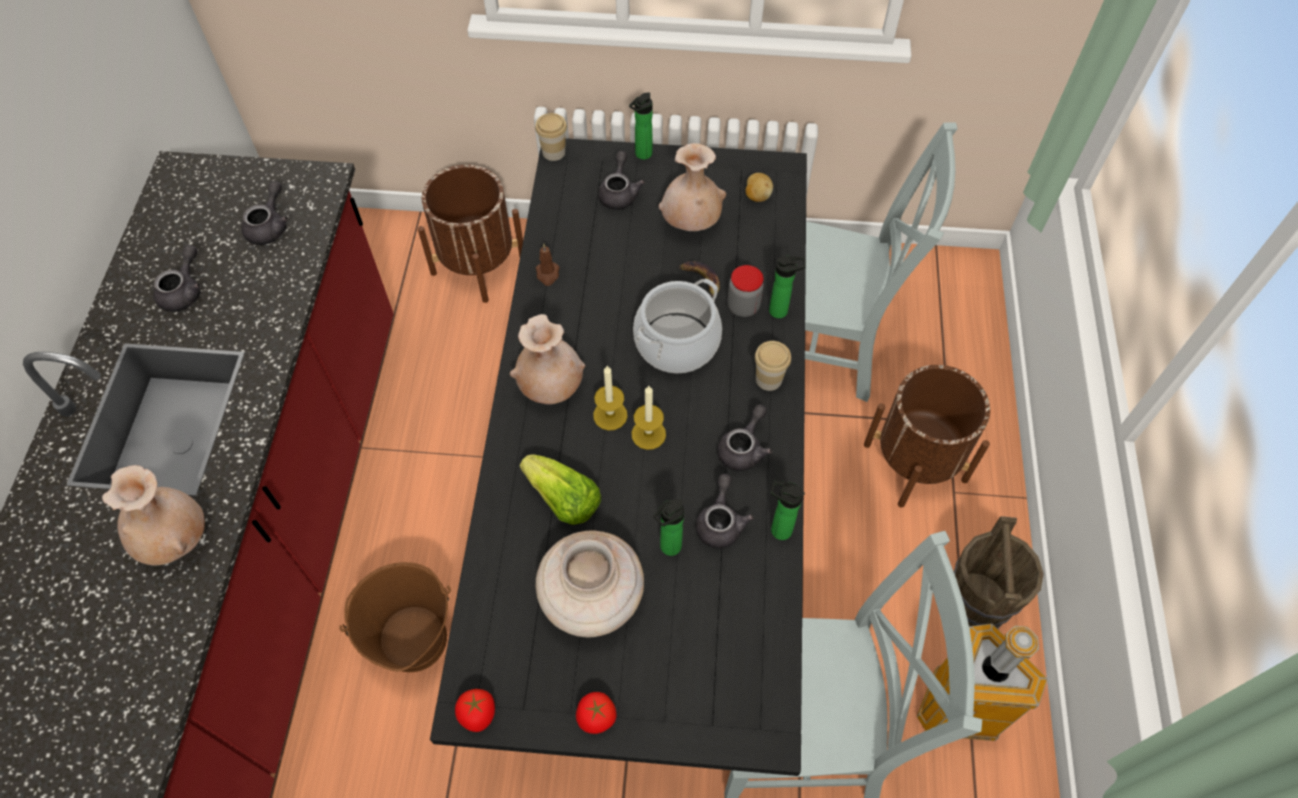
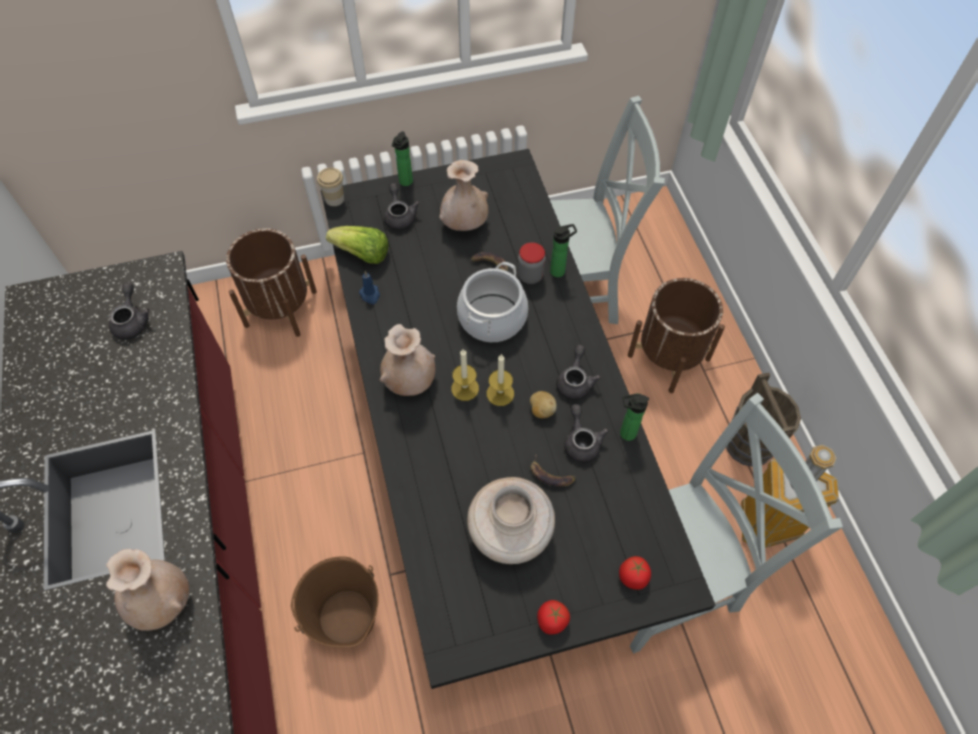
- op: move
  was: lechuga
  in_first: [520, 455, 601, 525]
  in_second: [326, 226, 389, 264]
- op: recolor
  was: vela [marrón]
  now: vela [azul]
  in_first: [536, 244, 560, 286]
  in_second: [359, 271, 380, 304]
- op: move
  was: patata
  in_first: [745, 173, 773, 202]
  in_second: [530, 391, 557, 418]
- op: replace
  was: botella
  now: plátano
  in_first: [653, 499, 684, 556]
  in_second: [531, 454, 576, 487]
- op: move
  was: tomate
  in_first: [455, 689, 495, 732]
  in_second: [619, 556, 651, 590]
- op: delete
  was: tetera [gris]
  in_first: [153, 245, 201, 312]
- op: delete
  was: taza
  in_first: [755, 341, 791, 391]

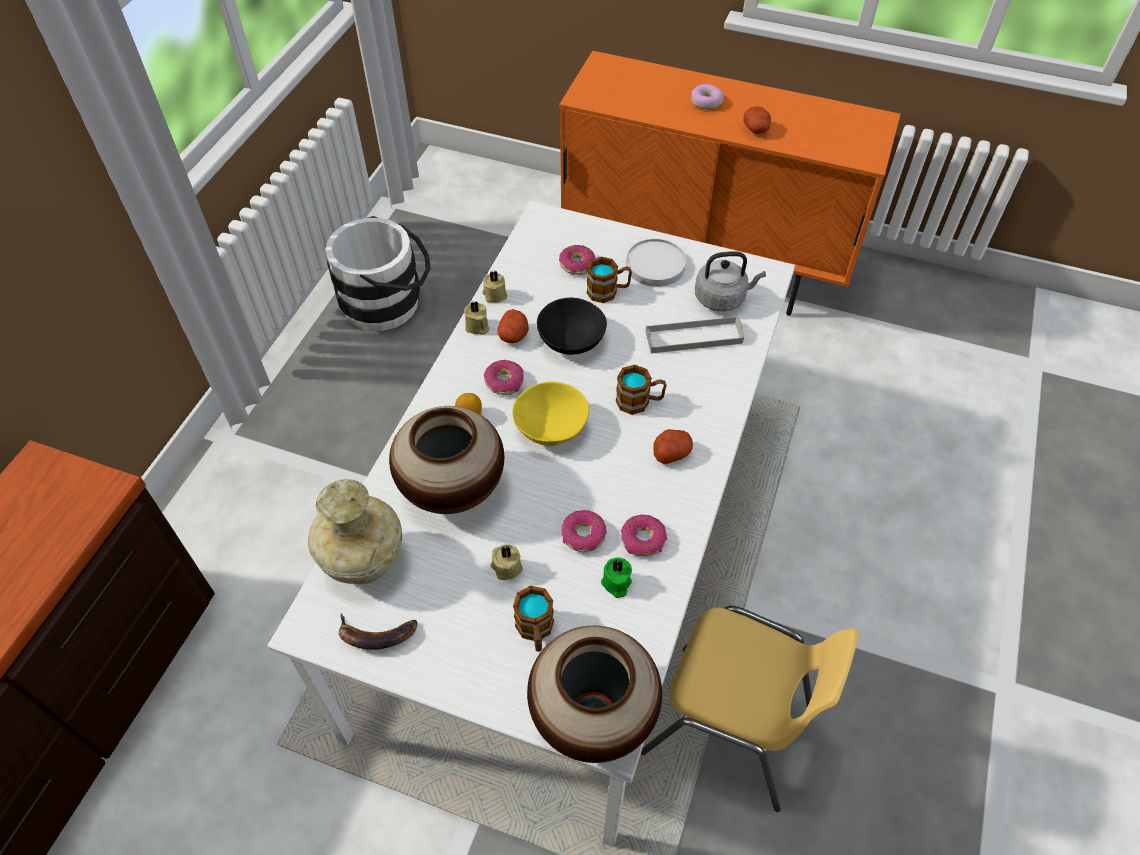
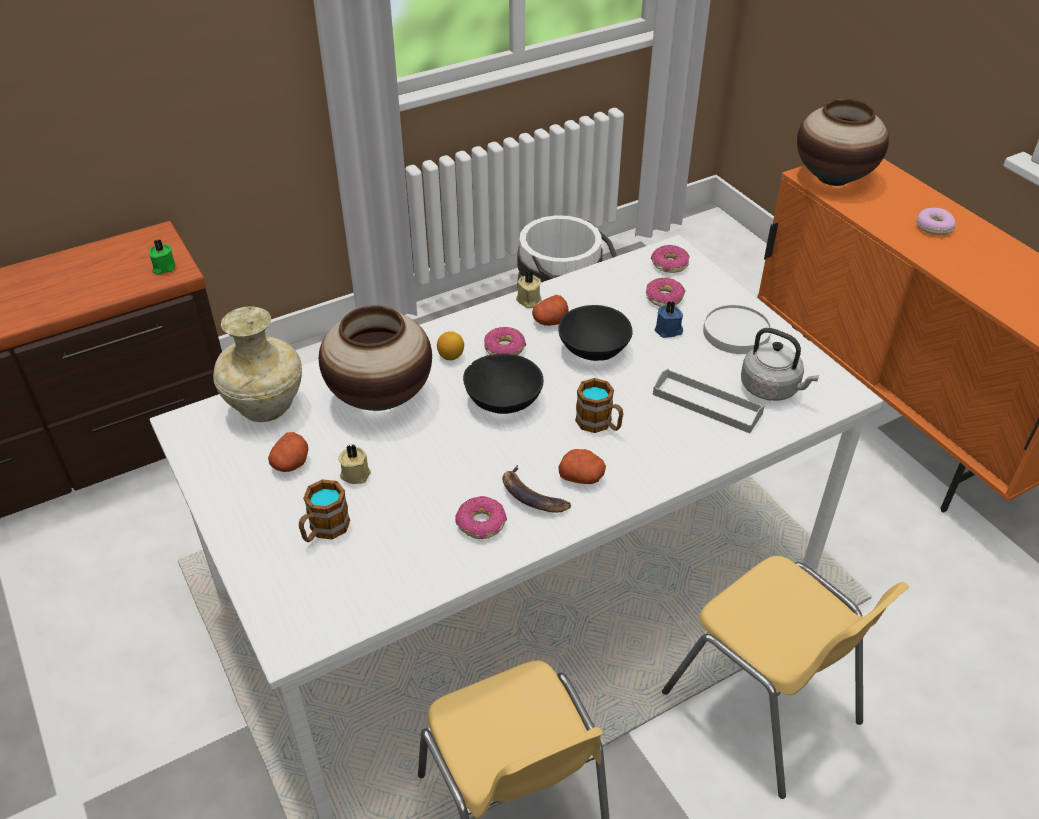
- op: move
  was: vela [verde]
  in_first: [601, 558, 632, 598]
  in_second: [149, 239, 175, 275]
- op: move
  was: patata
  in_first: [743, 106, 771, 134]
  in_second: [268, 432, 308, 472]
- op: recolor
  was: cuenco [amarillo]
  now: cuenco [negro]
  in_first: [512, 382, 589, 446]
  in_second: [463, 354, 543, 414]
- op: move
  was: plátano
  in_first: [339, 613, 418, 650]
  in_second: [502, 465, 571, 513]
- op: move
  was: rosquilla
  in_first: [562, 510, 607, 552]
  in_second: [651, 245, 690, 273]
- op: replace
  was: taza grande
  now: vela [azul]
  in_first: [587, 257, 632, 303]
  in_second: [654, 301, 683, 338]
- op: insert
  now: silla [amarillo]
  in_second: [662, 556, 909, 799]
- op: move
  was: florero
  in_first: [527, 626, 662, 763]
  in_second: [797, 99, 889, 186]
- op: delete
  was: vela [beis]
  in_first: [482, 271, 507, 303]

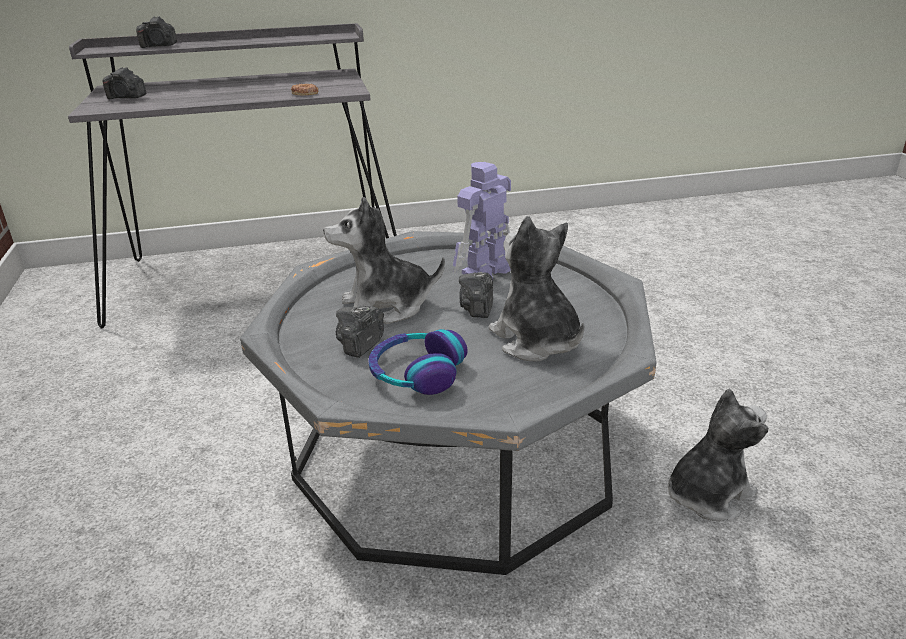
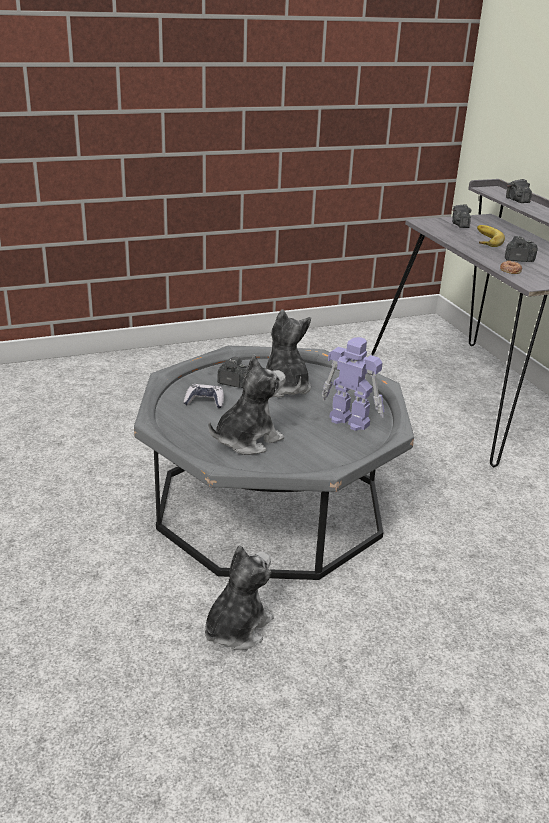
- op: replace
  was: auriculares
  now: mando de consola
  in_first: [368, 329, 468, 395]
  in_second: [183, 384, 224, 409]
- op: rotate
  was: peluche
  in_first: [668, 388, 768, 521]
  in_second: [205, 545, 274, 650]
  clockwise: -105
- op: insert
  now: plátano
  in_second: [477, 225, 505, 247]
- op: move
  was: cámara
  in_first: [459, 272, 493, 318]
  in_second: [505, 236, 538, 262]

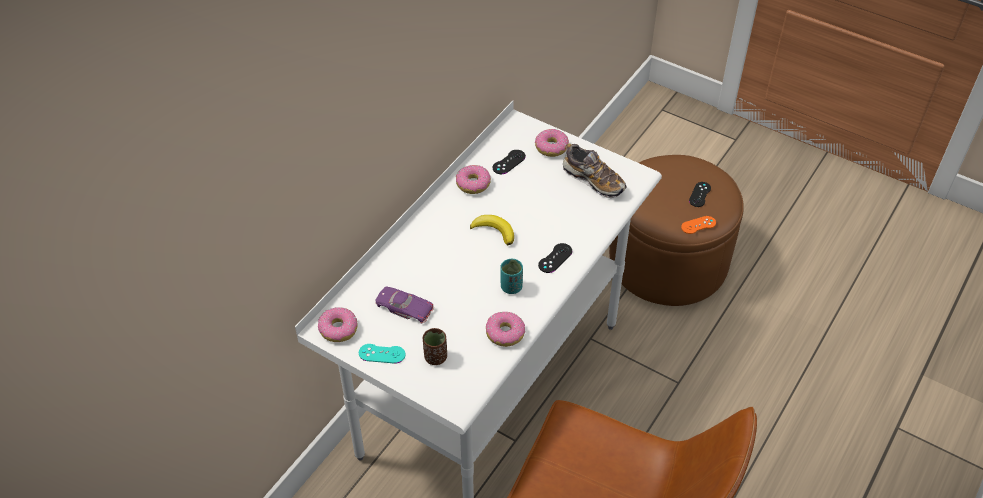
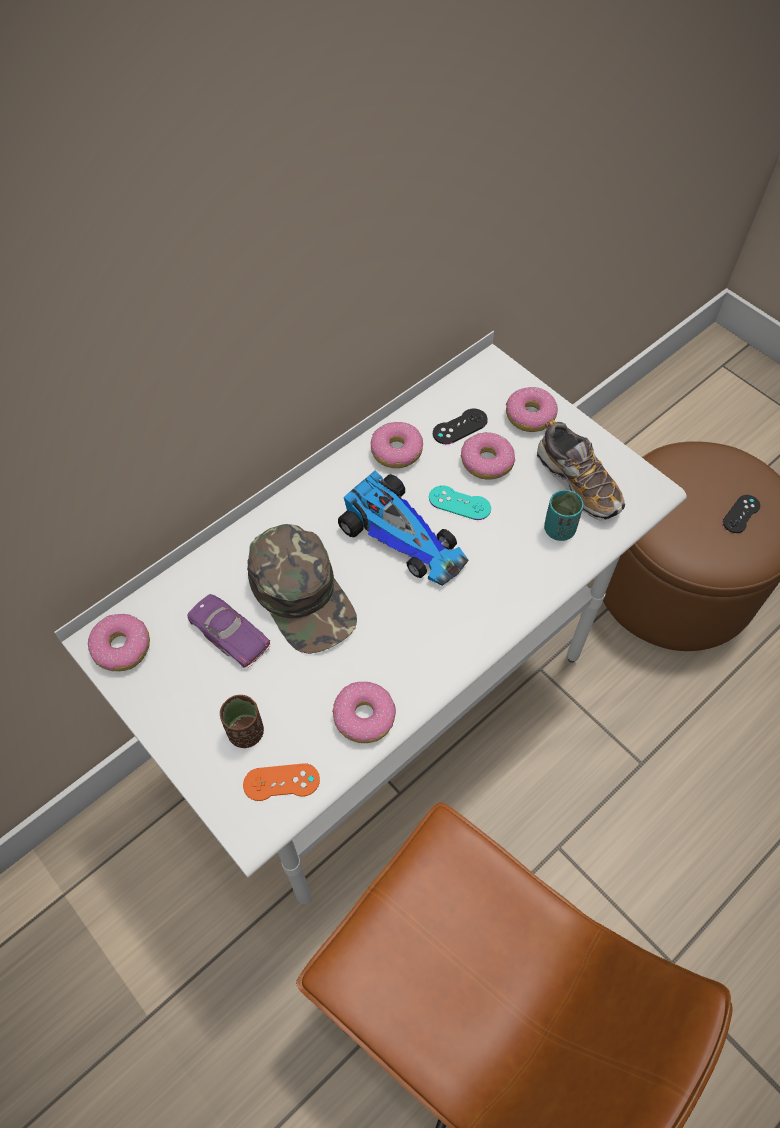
- op: move
  was: mando de consola [naranja]
  in_first: [681, 216, 716, 234]
  in_second: [243, 763, 320, 801]
- op: insert
  now: gorra [verde]
  in_second: [247, 524, 357, 654]
- op: replace
  was: plátano
  now: coche de juguete
  in_first: [470, 215, 514, 246]
  in_second: [338, 471, 468, 586]
- op: move
  was: mando de consola [turquesa]
  in_first: [359, 344, 405, 364]
  in_second: [429, 485, 491, 520]
- op: insert
  now: rosquilla
  in_second: [461, 432, 515, 479]
- op: move
  was: taza [turquesa]
  in_first: [500, 259, 523, 294]
  in_second: [544, 490, 583, 541]
- op: delete
  was: mando de consola [negro]
  in_first: [538, 243, 572, 273]

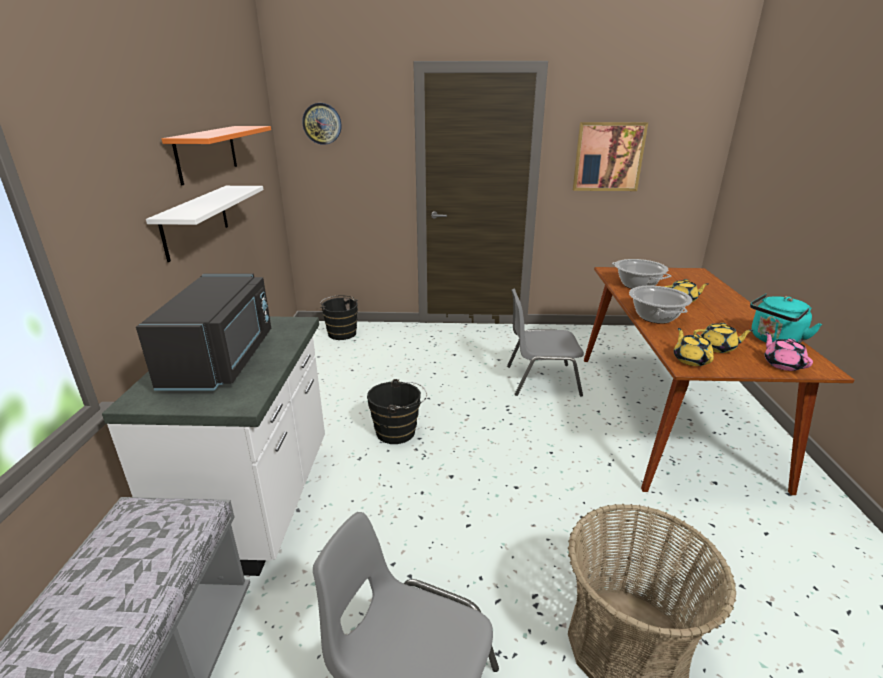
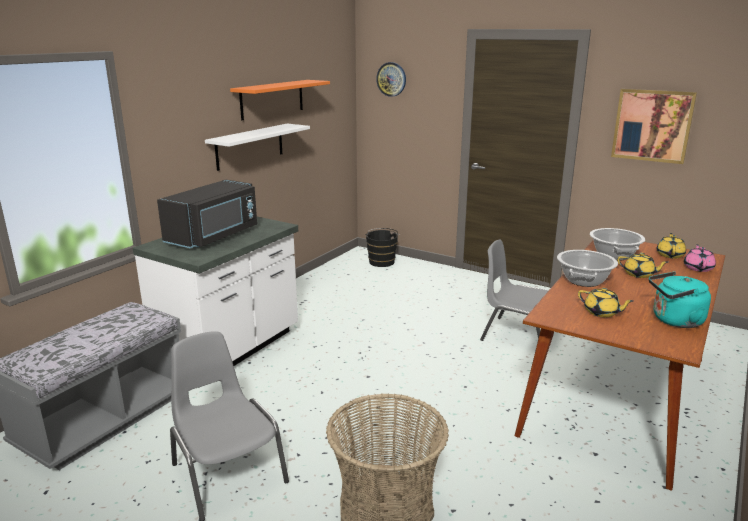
- op: move
  was: tetera [amarillo]
  in_first: [674, 328, 714, 366]
  in_second: [656, 233, 686, 258]
- op: move
  was: tetera [rosa]
  in_first: [764, 332, 813, 371]
  in_second: [684, 244, 716, 272]
- op: delete
  was: cubo [negro]
  in_first: [367, 379, 427, 444]

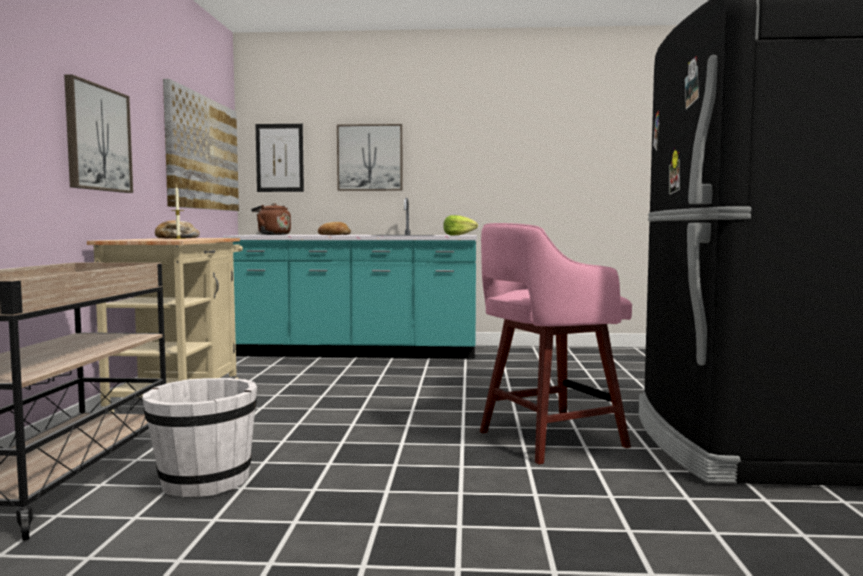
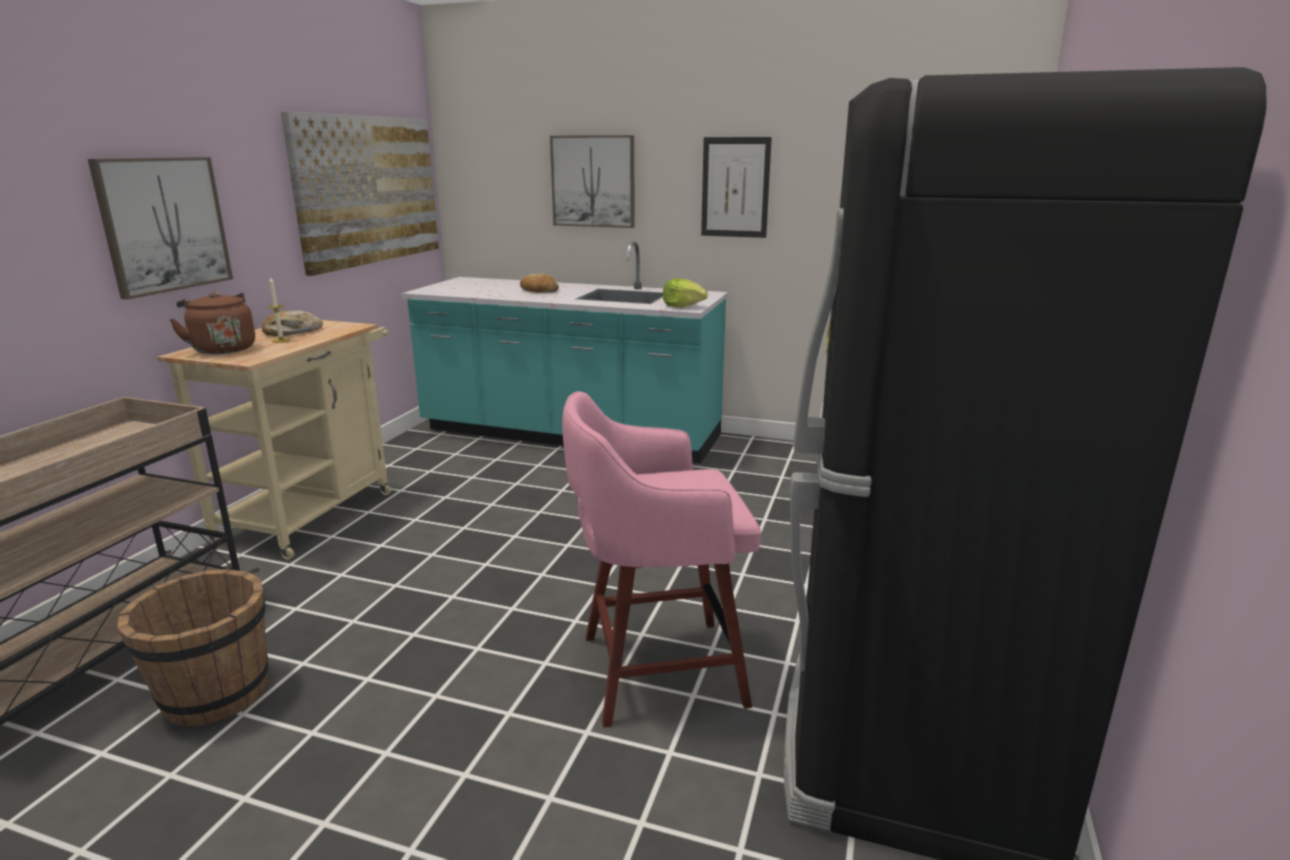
- op: recolor
  was: cubo [blanco]
  now: cubo [marrón]
  in_first: [142, 378, 257, 497]
  in_second: [117, 569, 268, 726]
- op: move
  was: hervidor [marrón]
  in_first: [251, 203, 291, 235]
  in_second: [169, 292, 255, 354]
- op: move
  was: cuadro
  in_first: [255, 124, 304, 192]
  in_second: [701, 137, 772, 238]

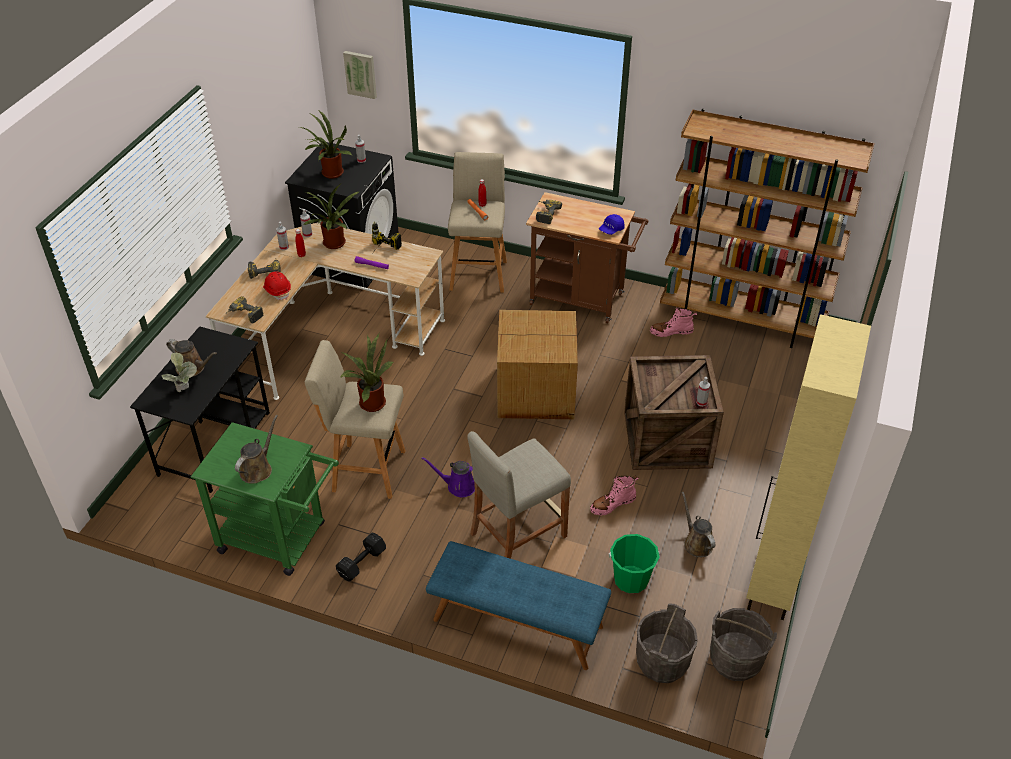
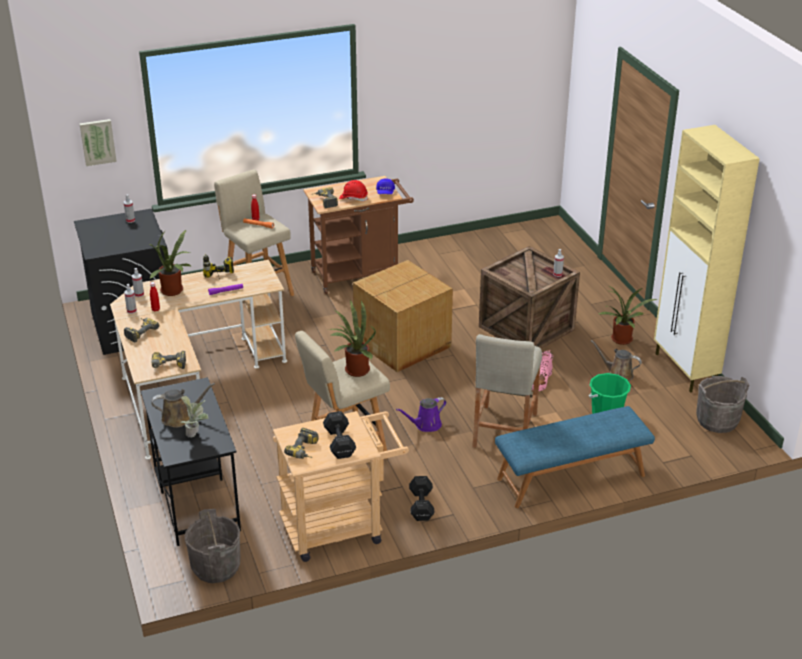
- op: move
  was: cubo [gris]
  in_first: [636, 603, 698, 683]
  in_second: [185, 509, 240, 583]
- op: recolor
  was: carrito [verde]
  now: carrito [beis]
  in_first: [191, 422, 339, 576]
  in_second: [273, 411, 409, 562]
- op: insert
  now: taladro
  in_second: [284, 428, 318, 459]
- op: replace
  was: regadera [marrón]
  now: mancuerna [negro]
  in_first: [235, 415, 278, 484]
  in_second: [323, 411, 356, 459]
- op: move
  was: casco [rojo]
  in_first: [263, 271, 291, 300]
  in_second: [339, 180, 368, 201]
- op: move
  was: planta en maceta
  in_first: [299, 111, 352, 179]
  in_second: [598, 286, 657, 345]
- op: delete
  was: bota [rosa]
  in_first: [650, 307, 697, 337]
- op: delete
  was: estantería [marrón]
  in_first: [660, 109, 875, 348]

